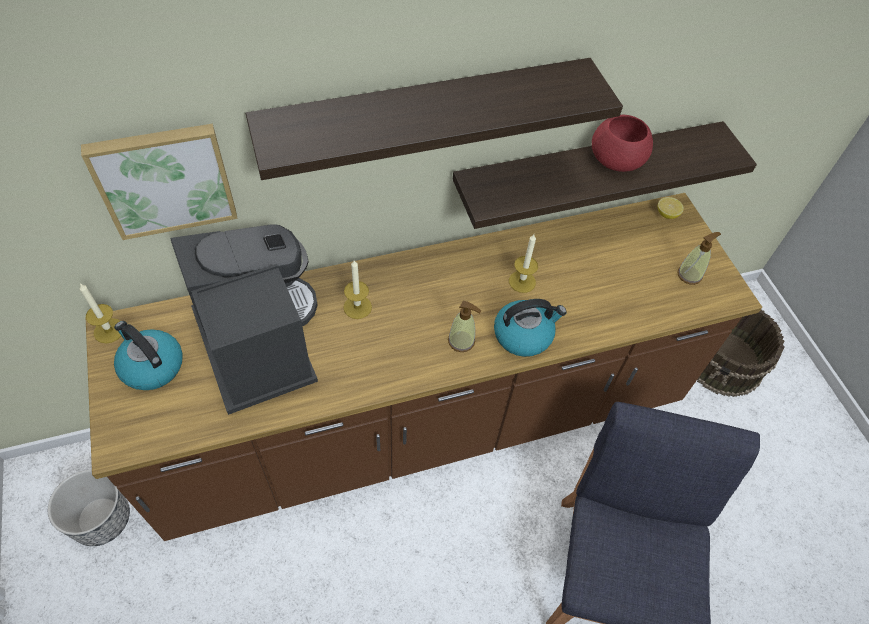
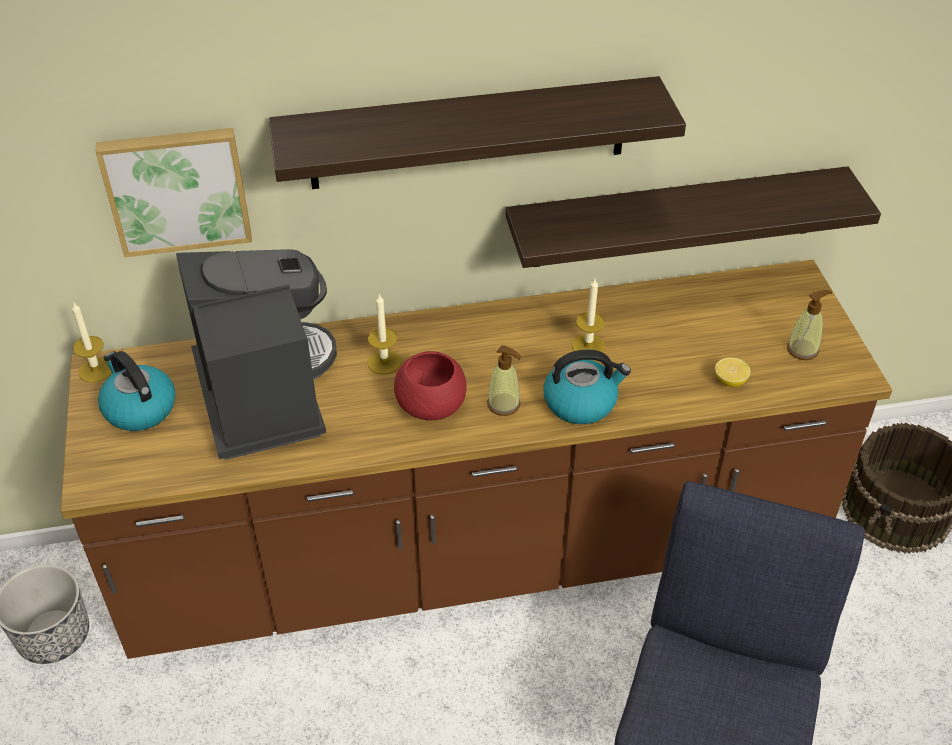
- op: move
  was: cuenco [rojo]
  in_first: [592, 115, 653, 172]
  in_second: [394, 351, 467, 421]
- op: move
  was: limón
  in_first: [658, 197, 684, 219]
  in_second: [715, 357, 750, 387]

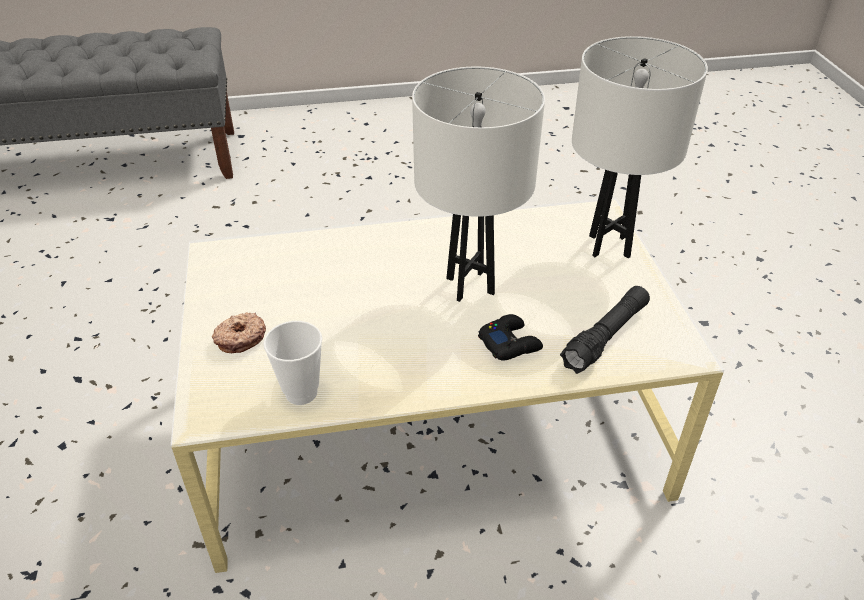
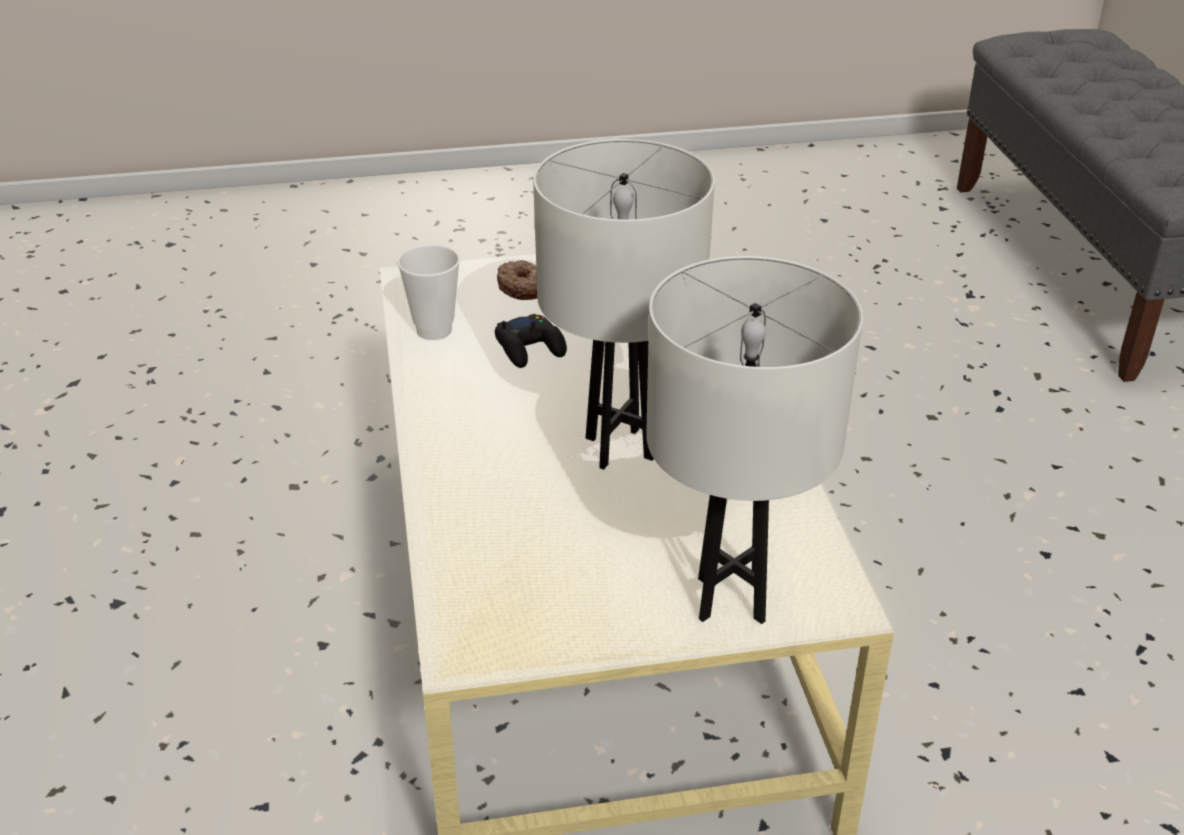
- op: move
  was: mando de consola [negro]
  in_first: [478, 314, 543, 361]
  in_second: [495, 314, 567, 368]
- op: delete
  was: linterna [negro]
  in_first: [560, 286, 650, 374]

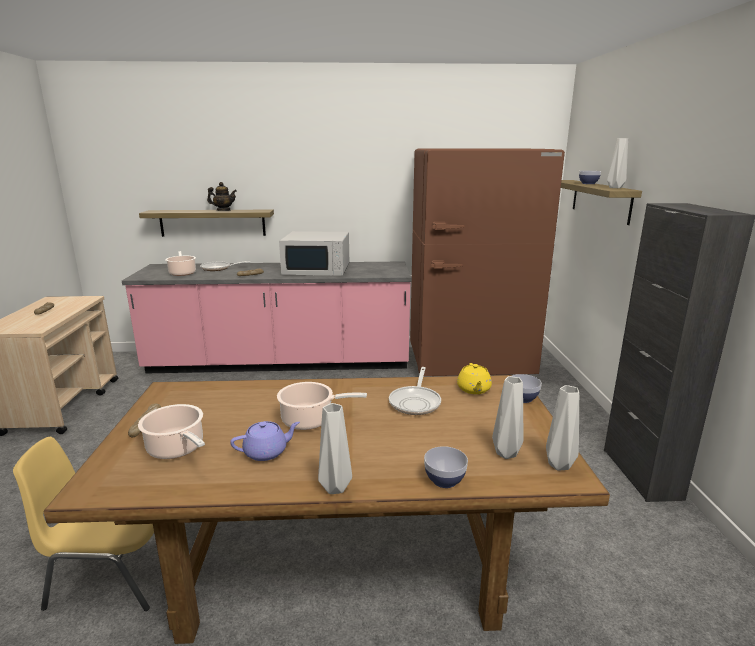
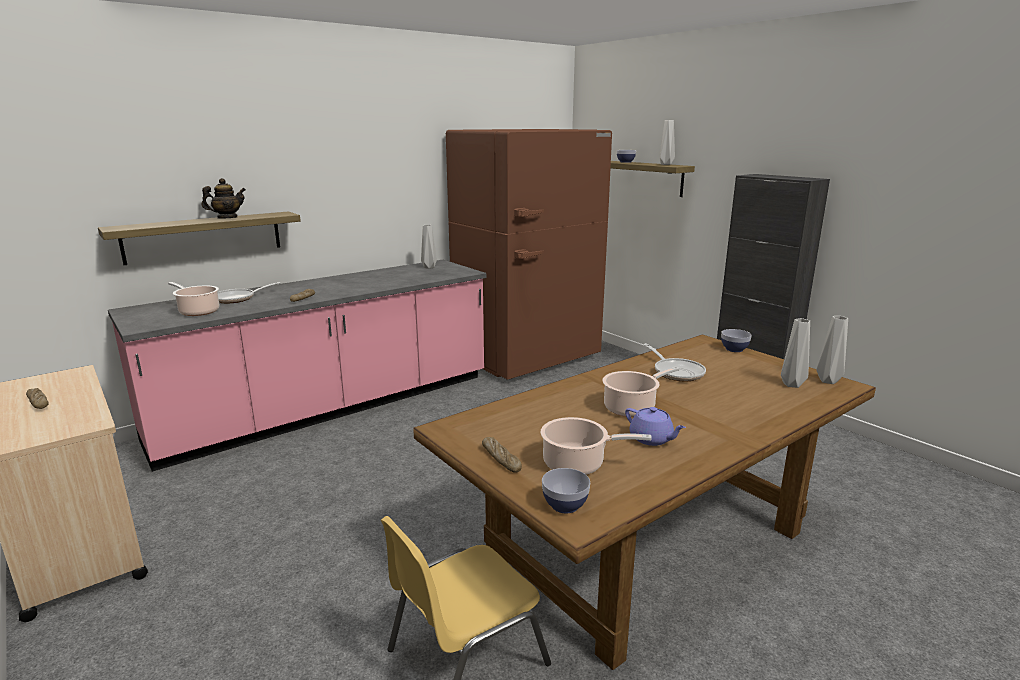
- op: move
  was: florero [gris]
  in_first: [318, 403, 352, 494]
  in_second: [421, 225, 437, 269]
- op: move
  was: cuenco
  in_first: [424, 446, 468, 488]
  in_second: [542, 468, 590, 513]
- op: rotate
  was: tetera [morado]
  in_first: [230, 421, 300, 461]
  in_second: [625, 407, 686, 446]
  clockwise: 105
- op: delete
  was: microondas [blanco]
  in_first: [279, 231, 349, 276]
- op: delete
  was: tetera [amarillo]
  in_first: [457, 363, 492, 394]

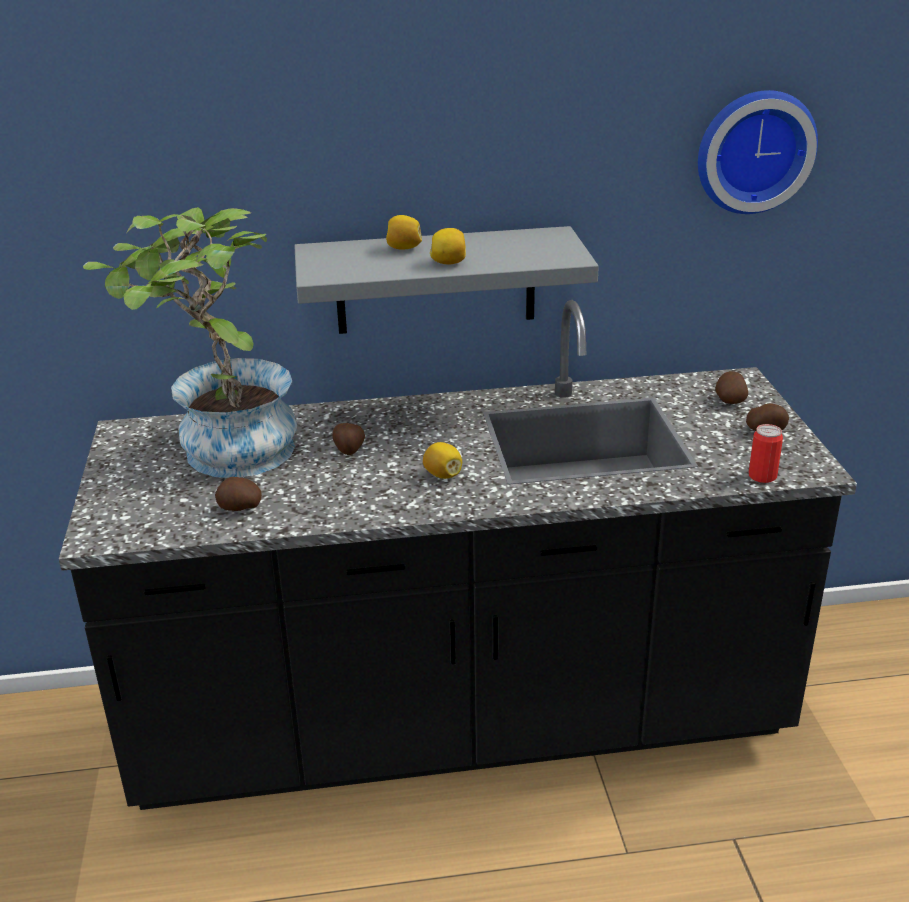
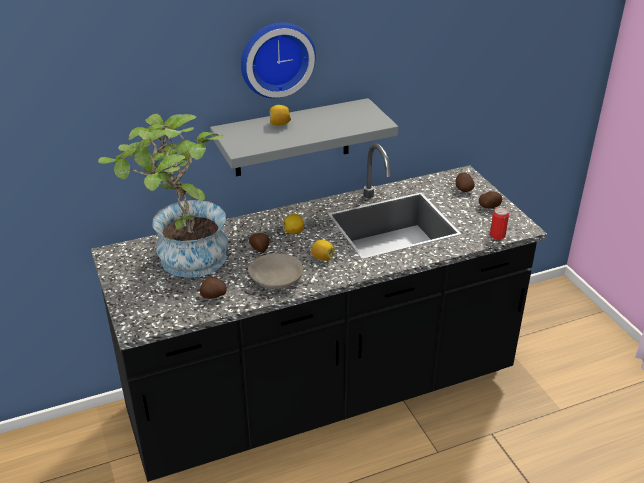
- op: move
  was: reloj de pared
  in_first: [698, 90, 818, 214]
  in_second: [241, 23, 316, 98]
- op: insert
  now: cuenco [gris]
  in_second: [248, 253, 303, 289]
- op: move
  was: limón
  in_first: [430, 228, 466, 265]
  in_second: [283, 214, 304, 234]

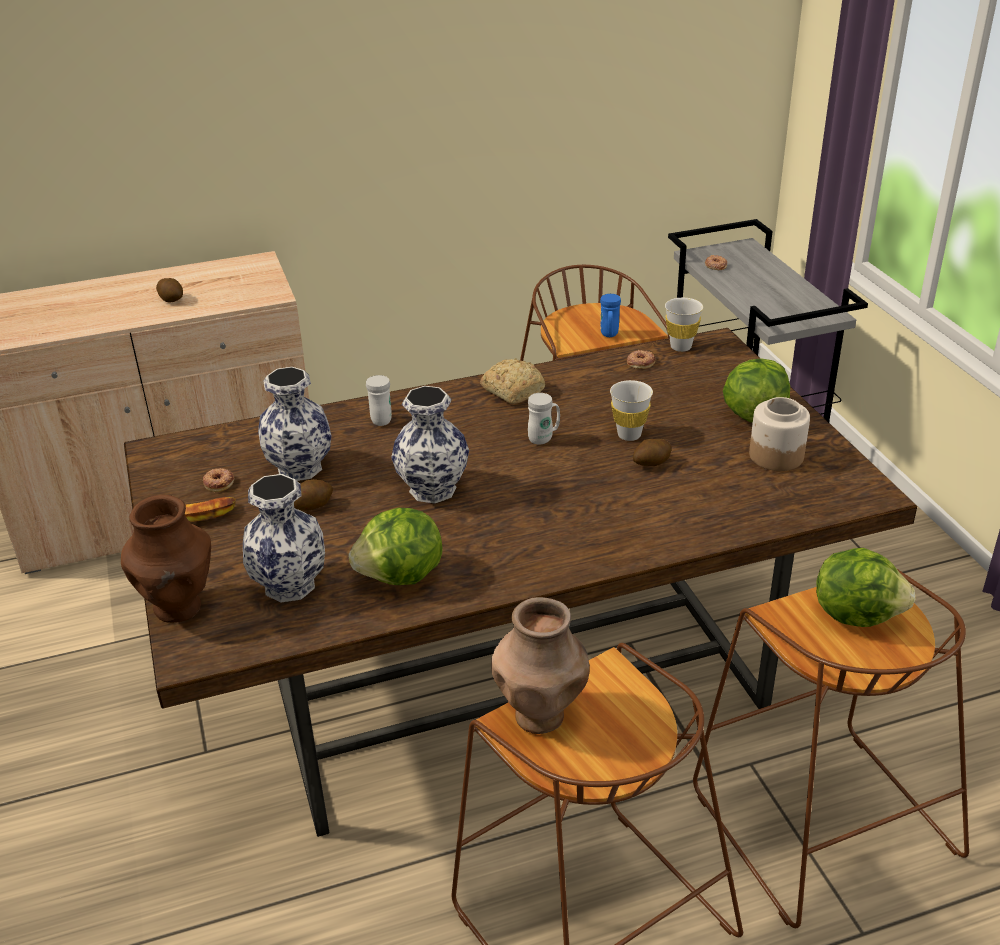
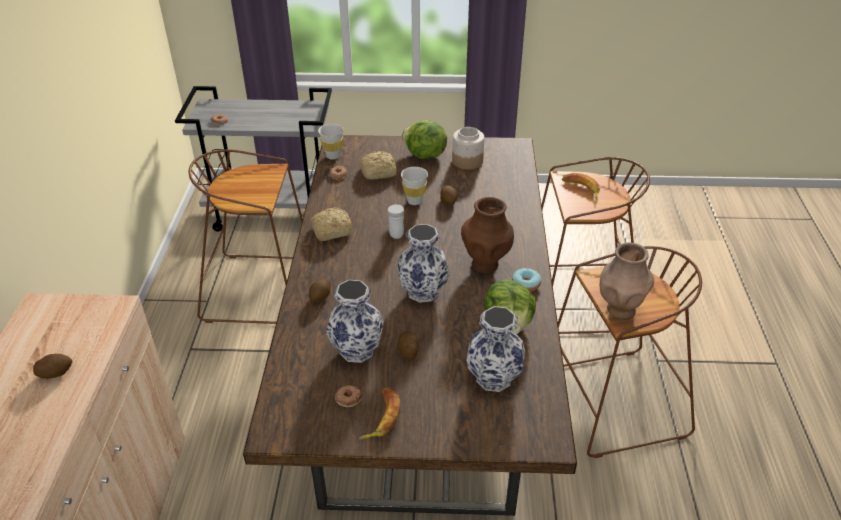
- op: replace
  was: taza grande [blanco]
  now: patata
  in_first: [366, 375, 392, 426]
  in_second: [309, 278, 331, 302]
- op: insert
  now: pan
  in_second: [360, 151, 397, 180]
- op: move
  was: florero [marrón]
  in_first: [121, 495, 211, 623]
  in_second: [461, 197, 514, 273]
- op: insert
  now: rosquilla
  in_second: [512, 268, 541, 292]
- op: replace
  was: lechuga
  now: plátano
  in_first: [816, 548, 915, 627]
  in_second: [562, 173, 600, 200]
- op: delete
  was: taza grande [azul]
  in_first: [600, 294, 621, 337]

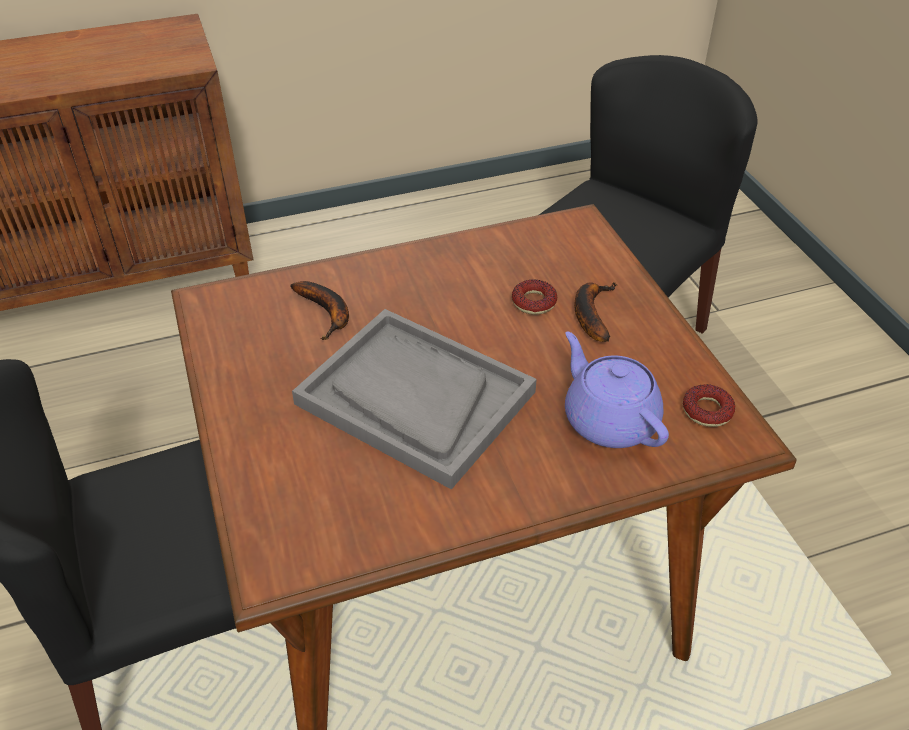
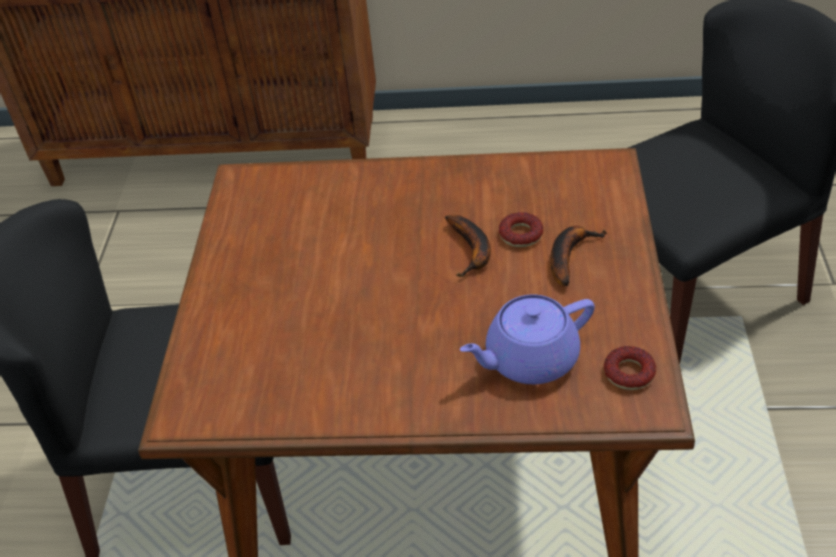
- op: move
  was: plátano
  in_first: [290, 281, 349, 340]
  in_second: [445, 215, 491, 277]
- op: rotate
  was: tetera [morado]
  in_first: [565, 332, 669, 448]
  in_second: [460, 295, 595, 384]
  clockwise: -105
- op: delete
  was: bandeja [gris]
  in_first: [292, 309, 537, 490]

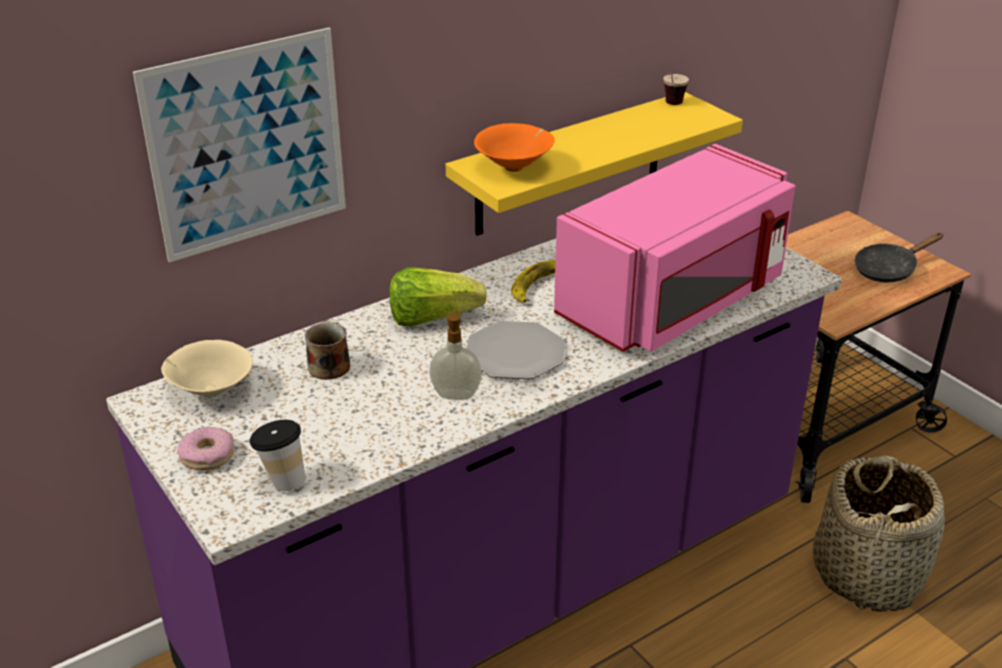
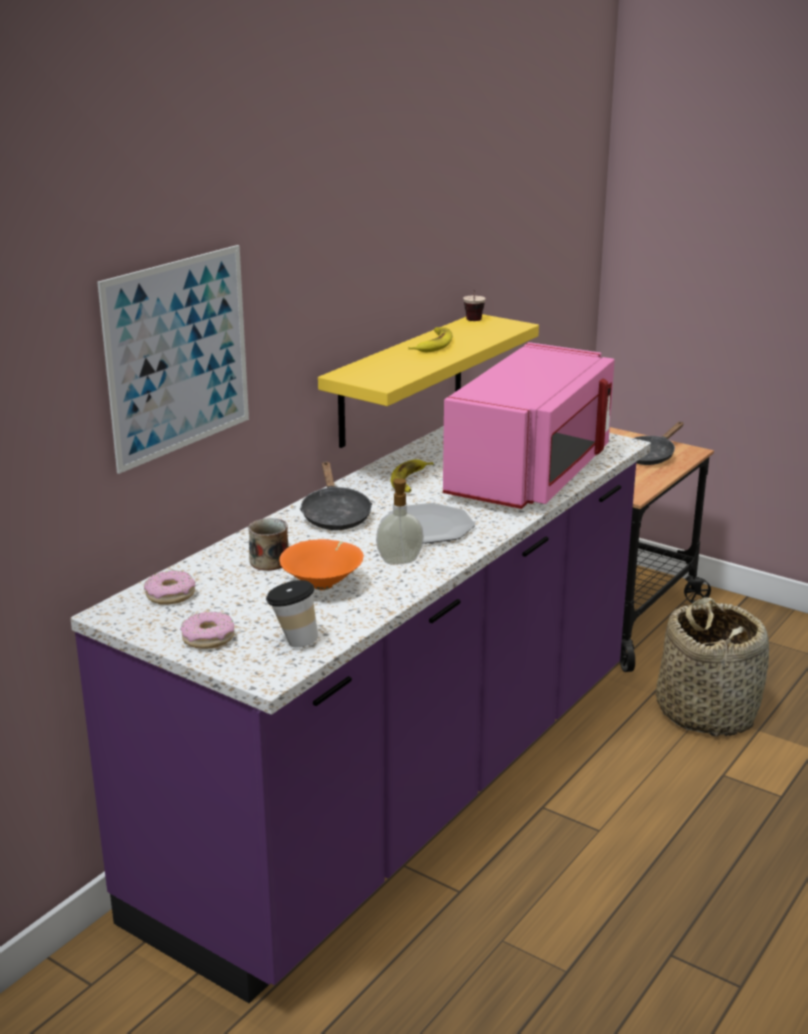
- op: replace
  was: cuenco [beis]
  now: rosquilla
  in_first: [161, 340, 253, 397]
  in_second: [144, 570, 195, 604]
- op: move
  was: cuenco [naranja]
  in_first: [474, 123, 555, 172]
  in_second: [279, 539, 364, 590]
- op: replace
  was: lechuga
  now: sartén [negro]
  in_first: [389, 267, 487, 327]
  in_second: [300, 461, 372, 530]
- op: insert
  now: plátano
  in_second: [408, 327, 453, 352]

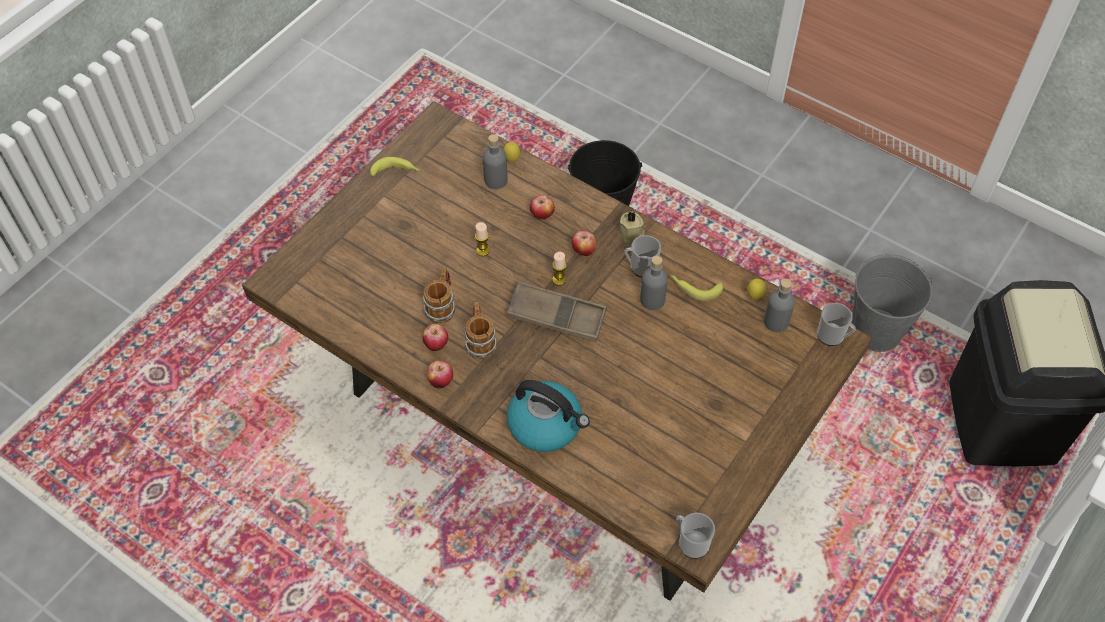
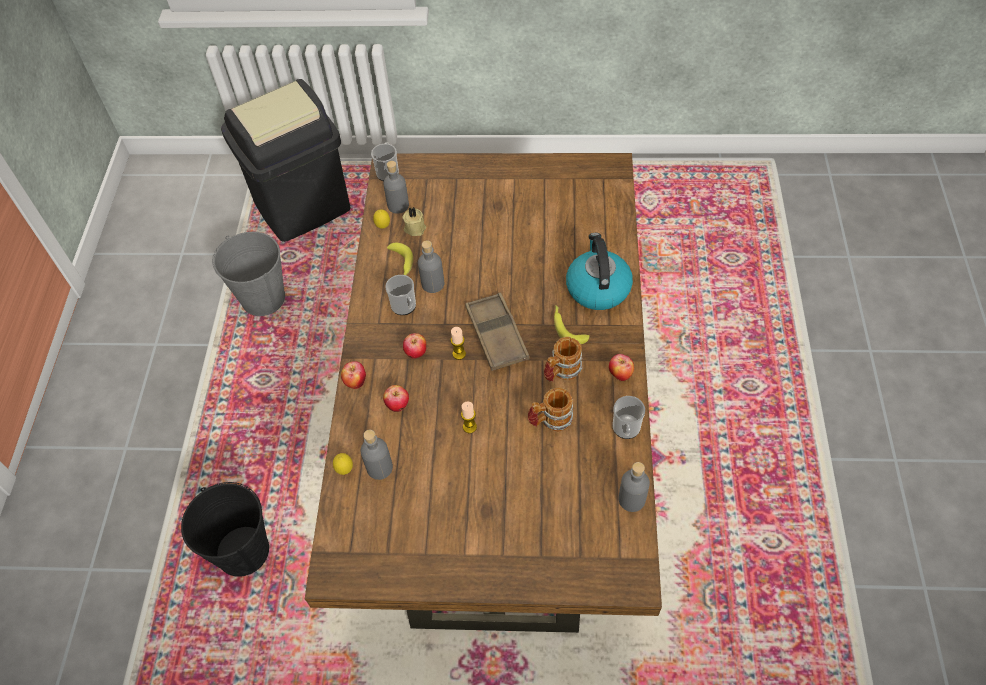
- op: move
  was: manzana
  in_first: [422, 324, 448, 351]
  in_second: [341, 361, 366, 389]
- op: move
  was: vela [beis]
  in_first: [618, 211, 645, 243]
  in_second: [402, 207, 426, 236]
- op: move
  was: plátano
  in_first: [370, 157, 420, 176]
  in_second: [554, 305, 589, 344]
- op: move
  was: taza grande
  in_first: [676, 513, 715, 559]
  in_second: [613, 396, 645, 439]
- op: insert
  now: botella [gris]
  in_second: [618, 462, 650, 512]

